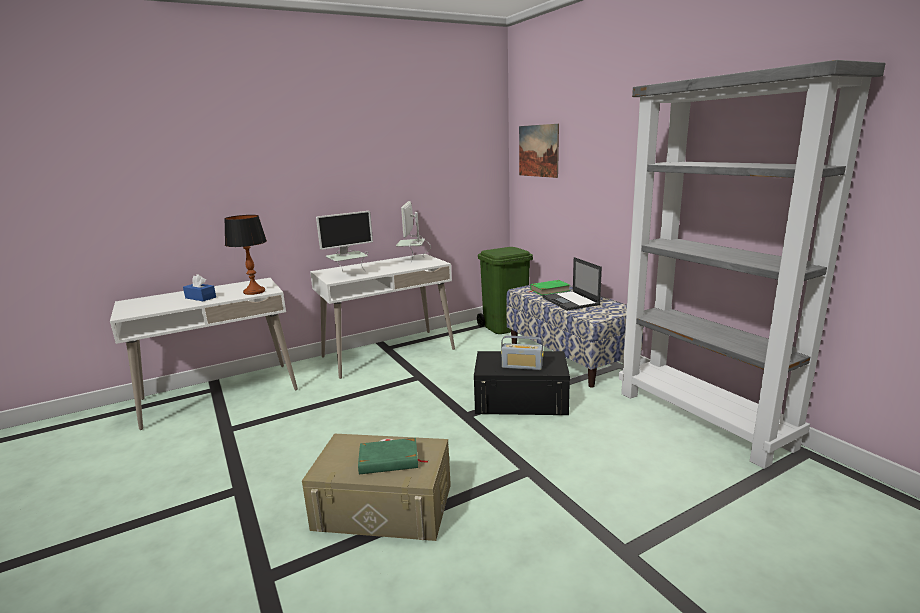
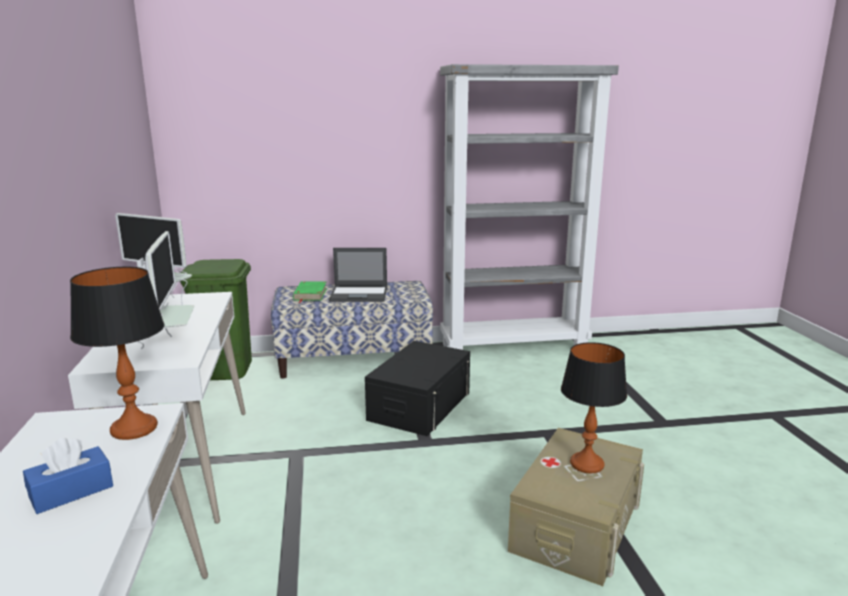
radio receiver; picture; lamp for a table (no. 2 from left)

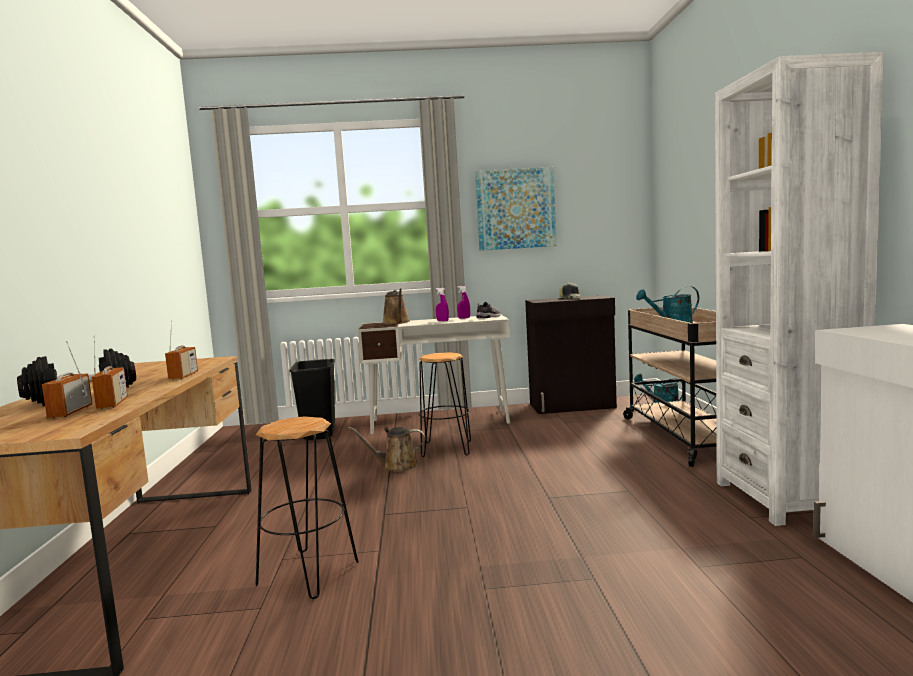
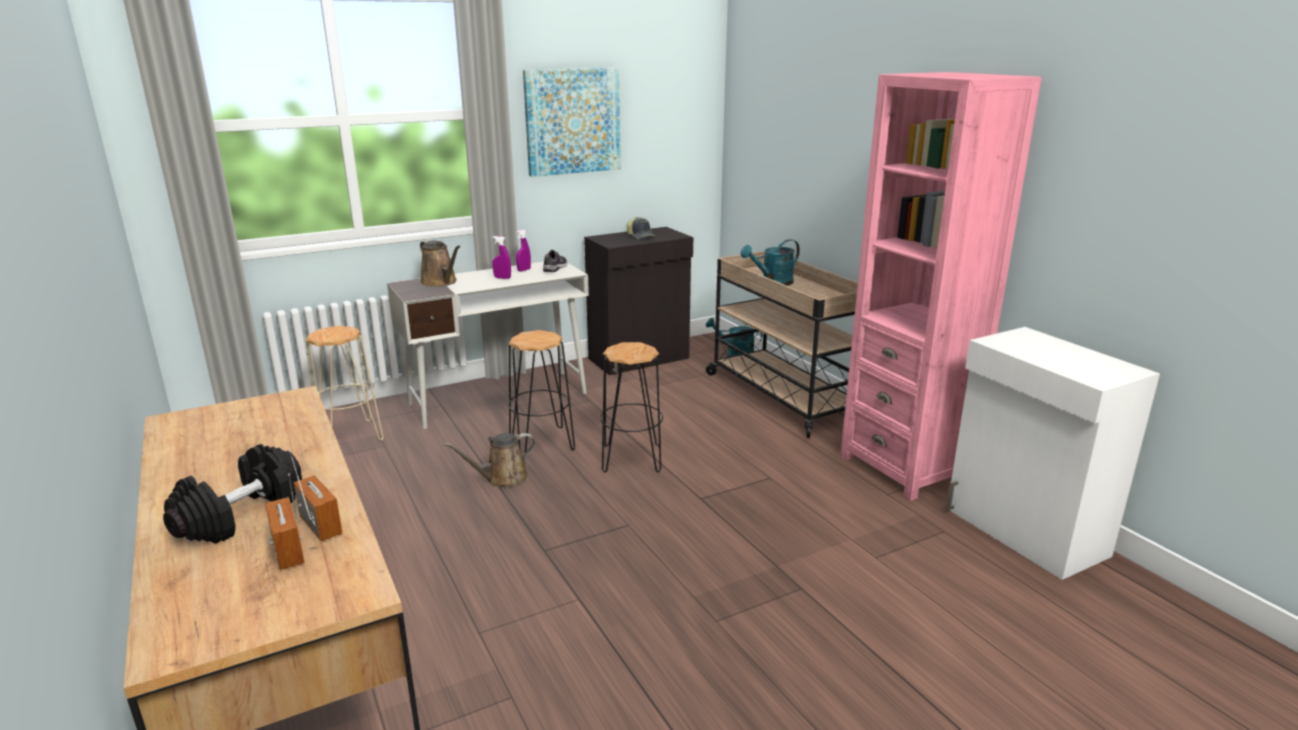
radio receiver (no. 3 from left in the first image); stool seat/black-coloured (no. 2 from left); stool seat/beige; bookcase/pink-coloured

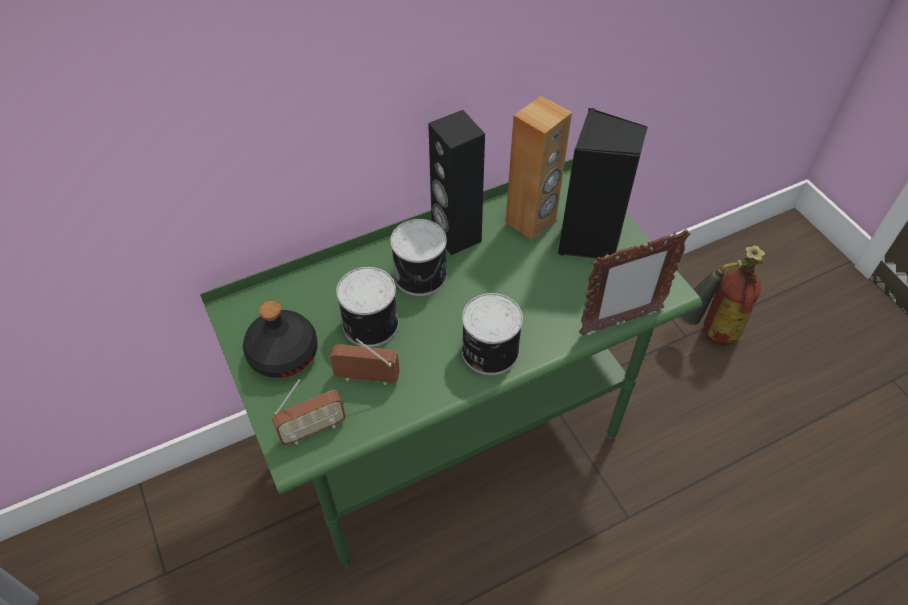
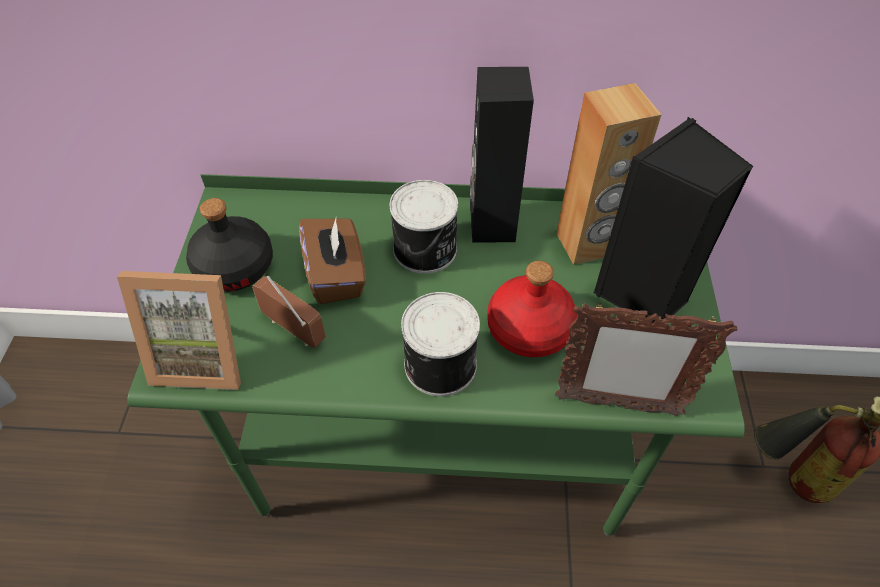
bottle/reddish; photo frame (no. 1 from left); tissue box/brown

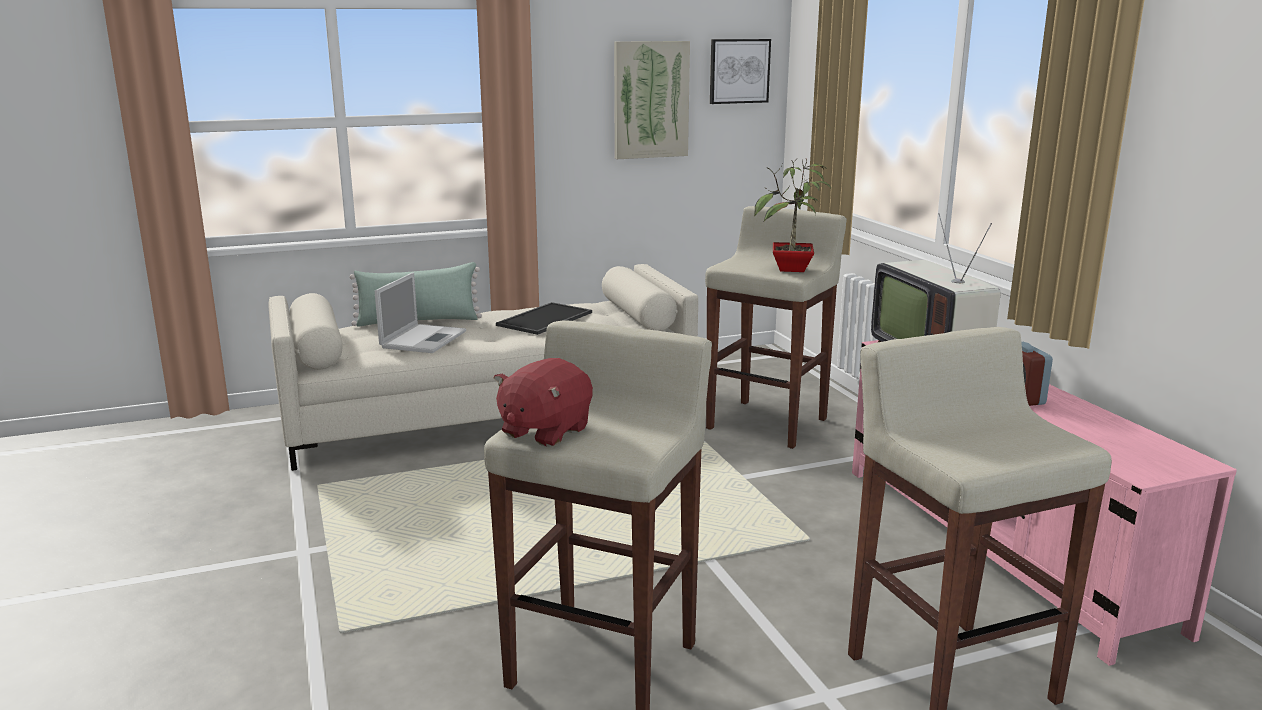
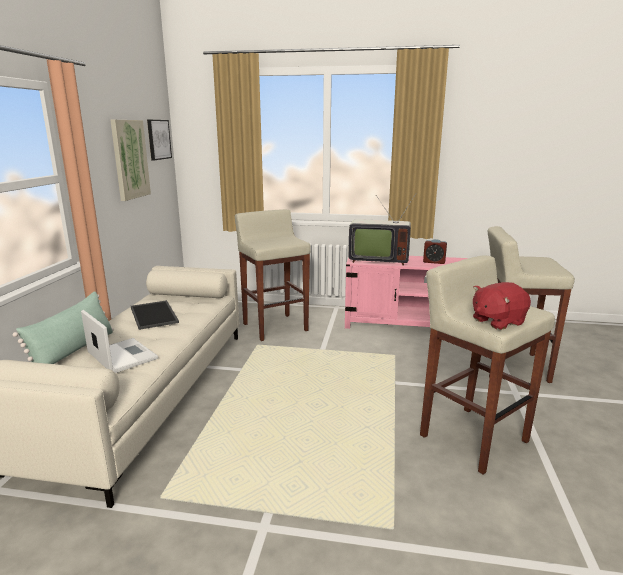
plant in a pot; soft toy/reddish

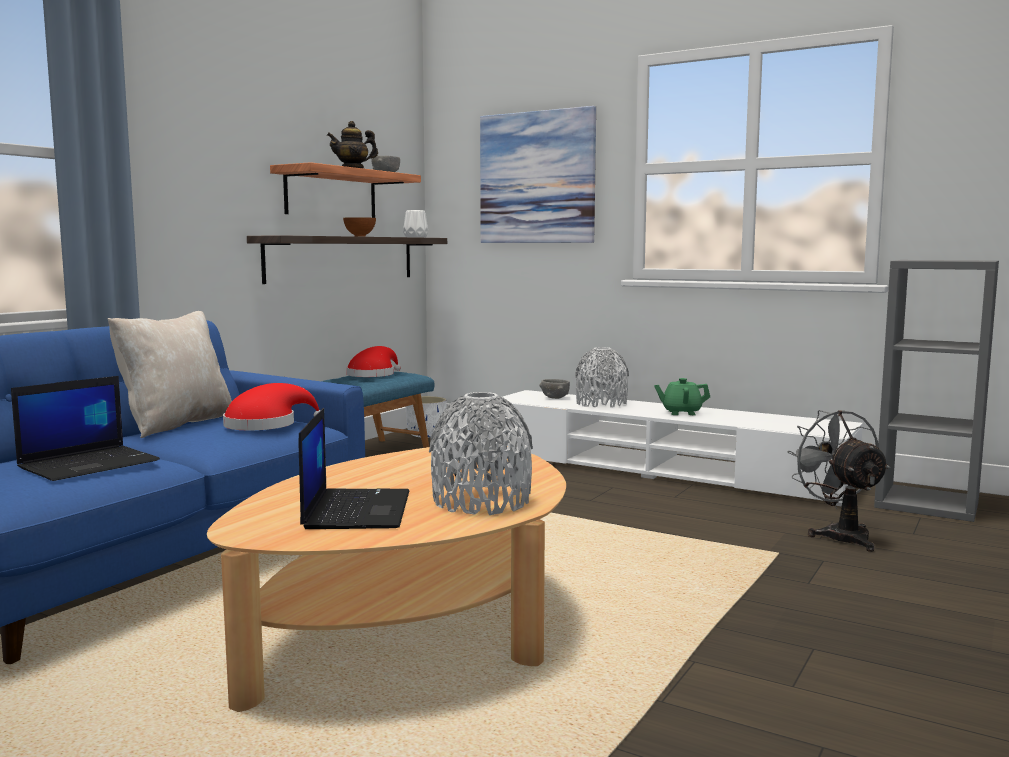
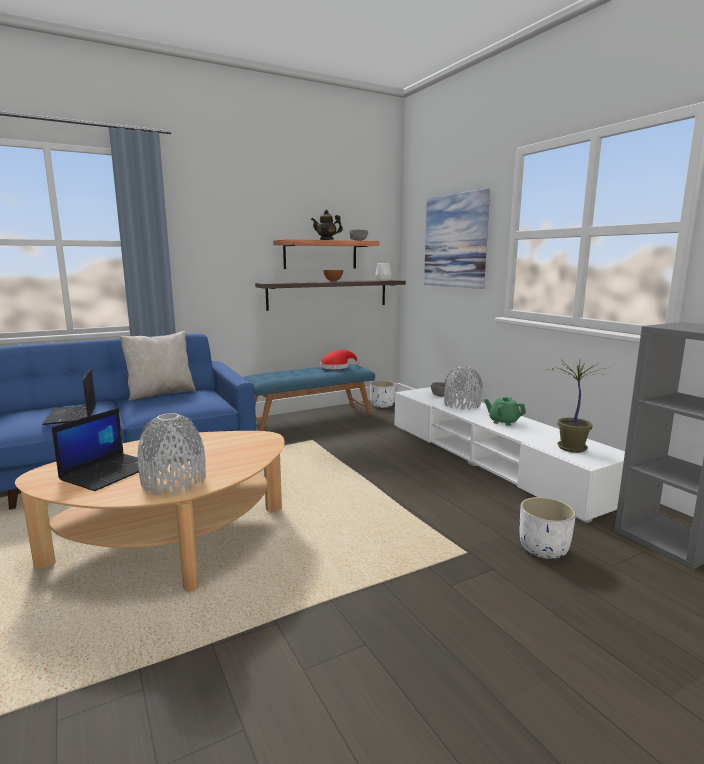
wearable hat/reddish (no. 1 from left in the first image); plant in a pot; plant pot/white-coloured (no. 2 from left); portable computer (no. 1 from left)

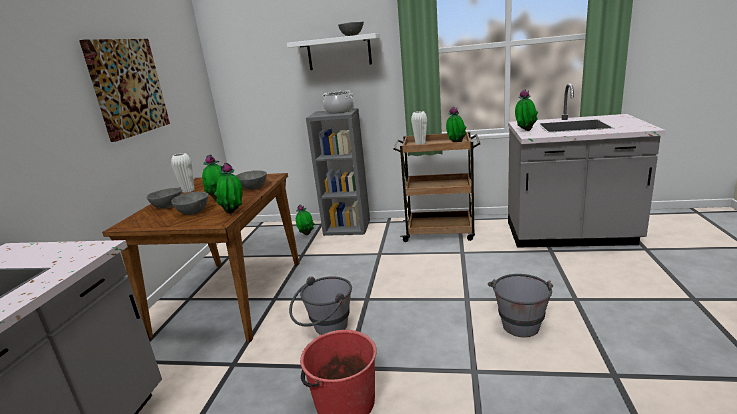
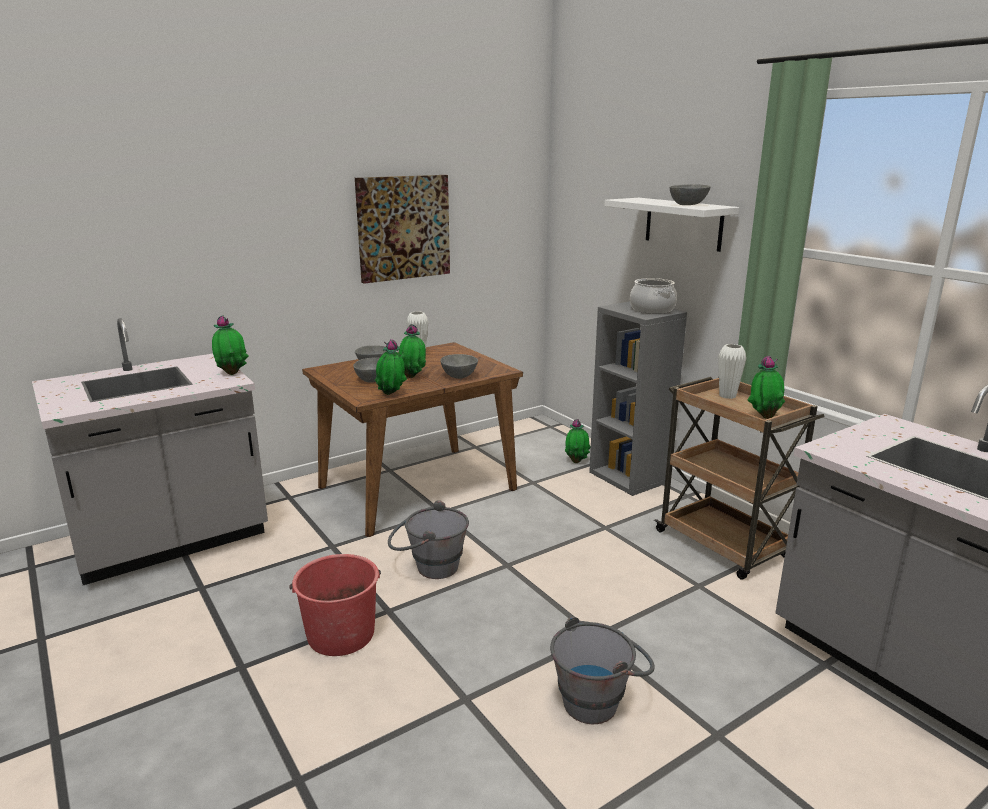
plant in a pot (no. 1 from left)

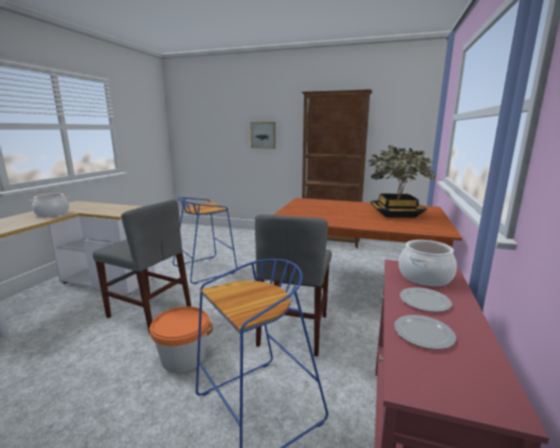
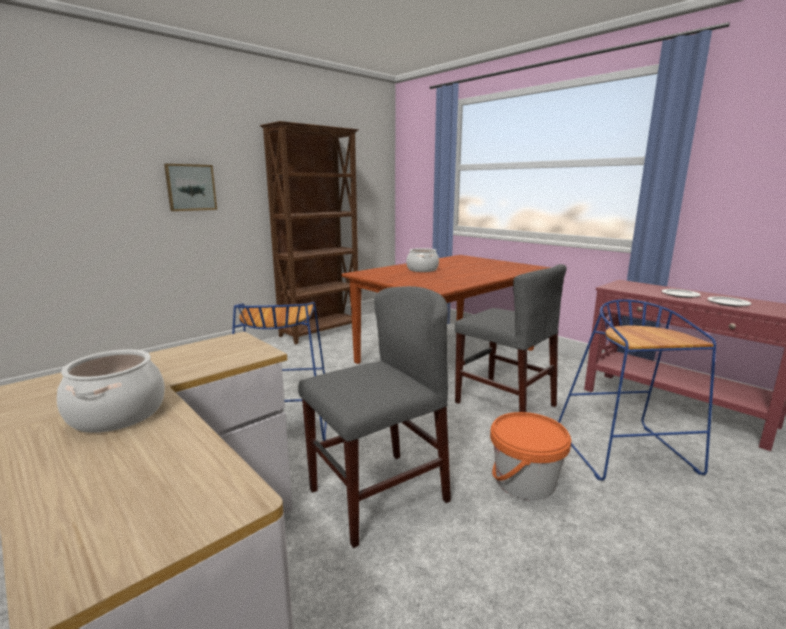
plant in a pot; cooking pot (no. 2 from left)

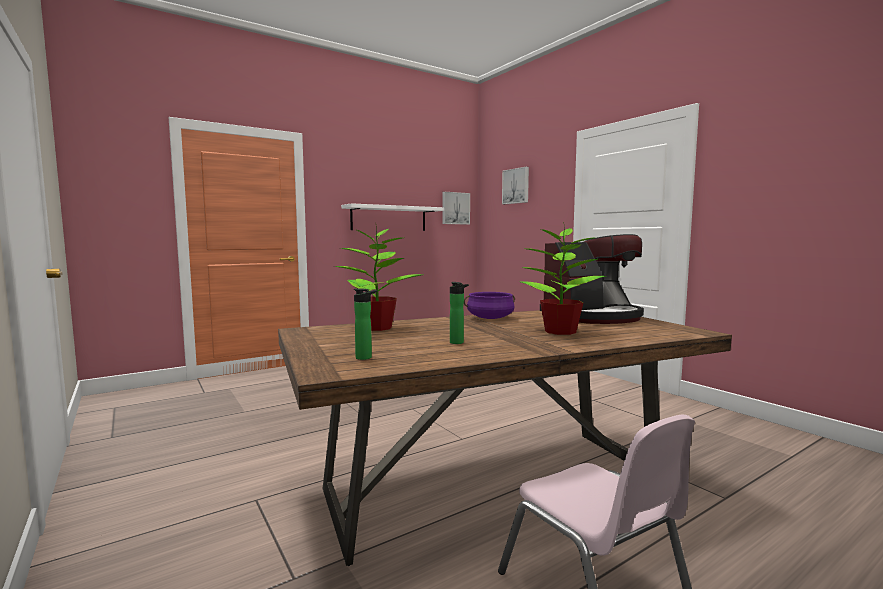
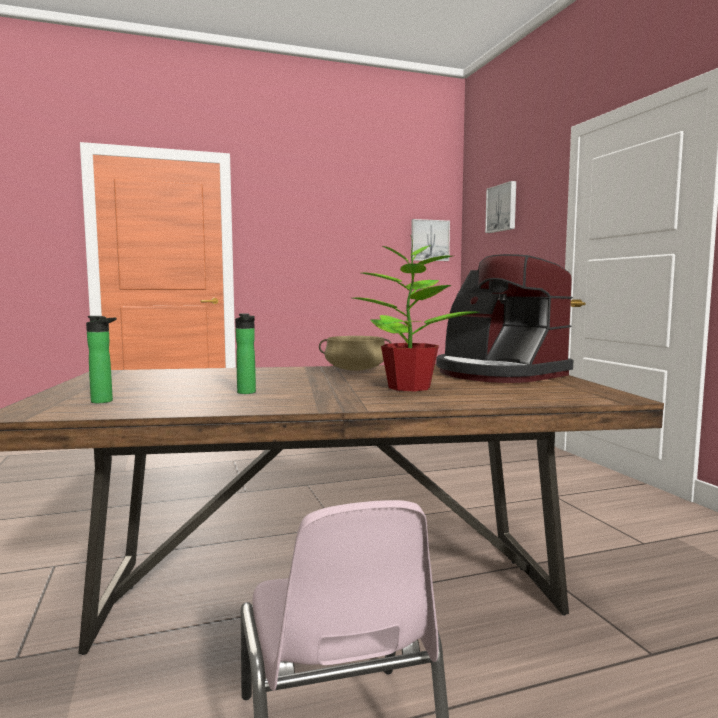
plant in a pot (no. 1 from left in the first image); bracket shelf/white-coloured; cooking pot/beige; coffee brewer

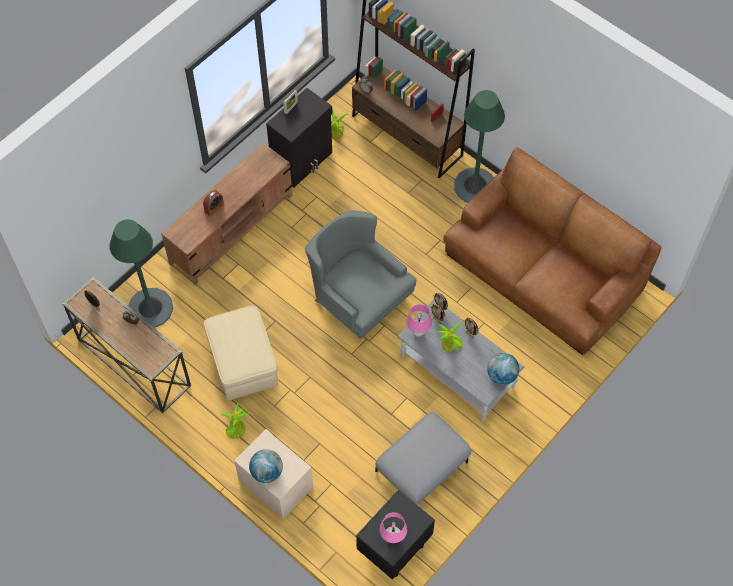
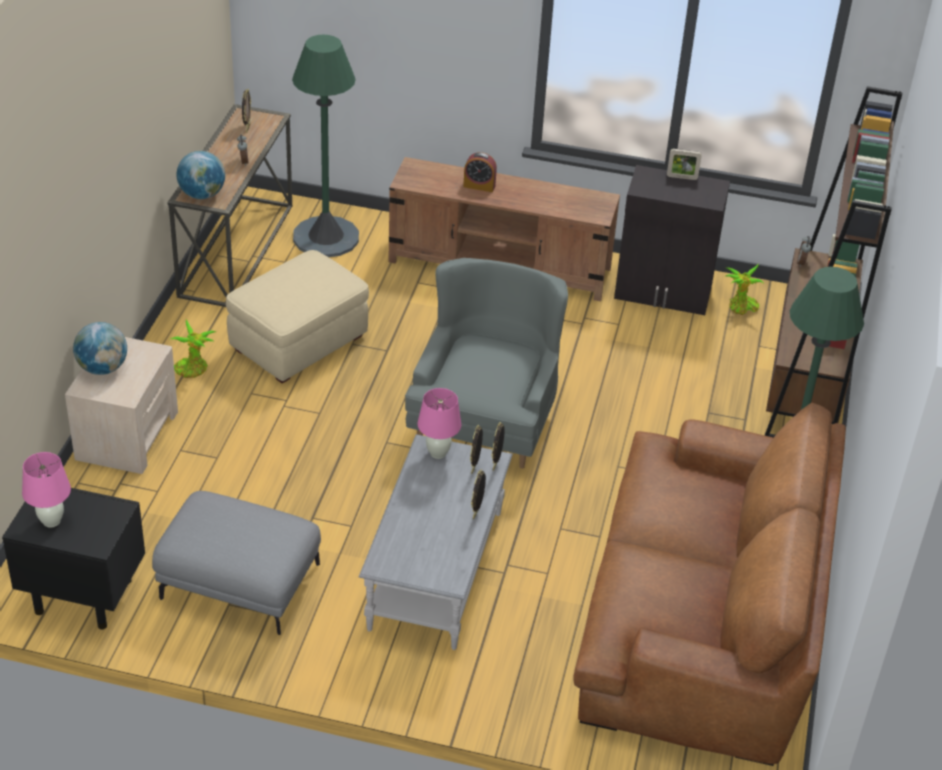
plant in a pot (no. 3 from left in the first image); desk globe (no. 2 from left)

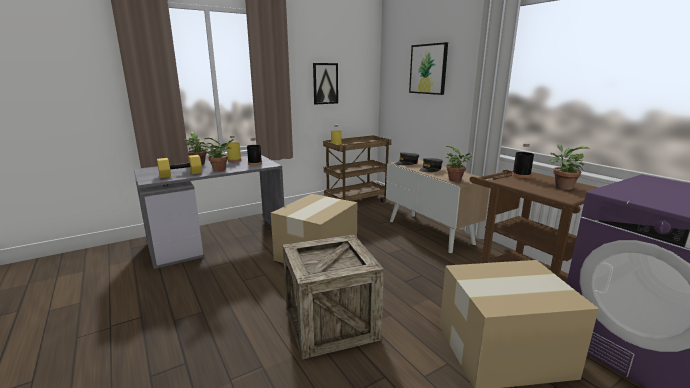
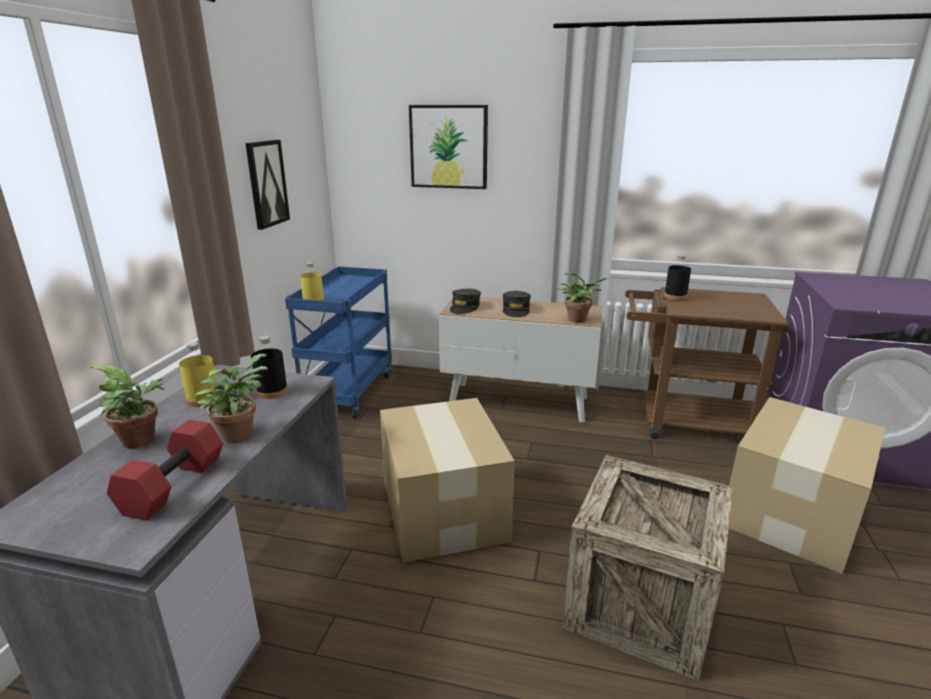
plant in a pot (no. 4 from left in the first image); dumbbell/reddish; cart/bluish

